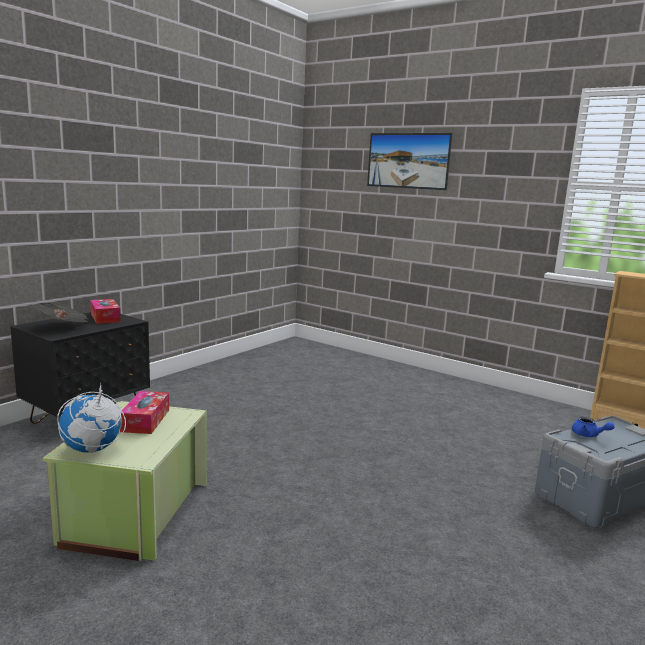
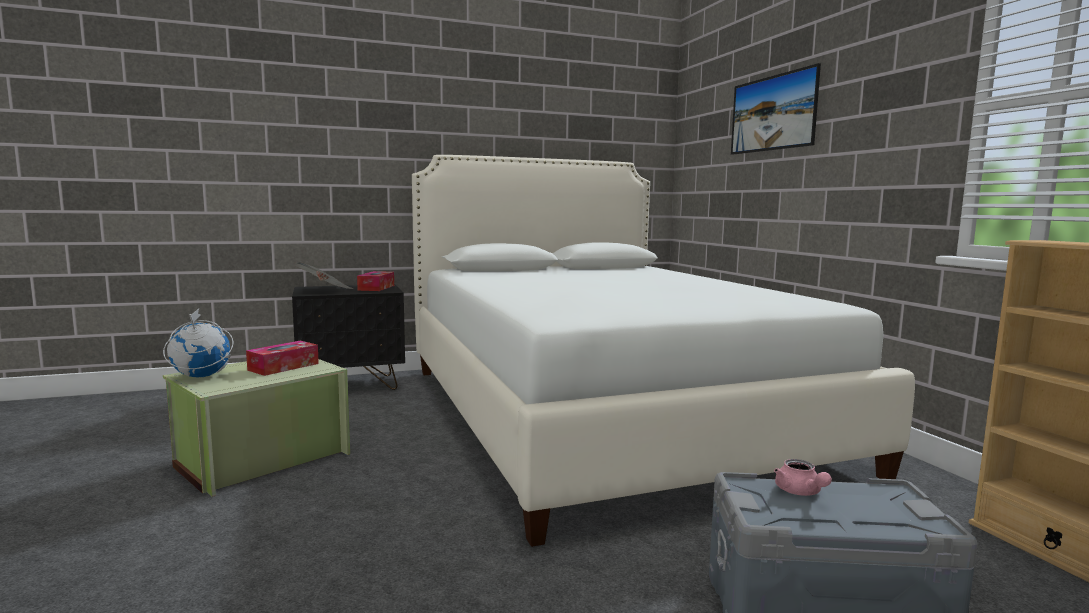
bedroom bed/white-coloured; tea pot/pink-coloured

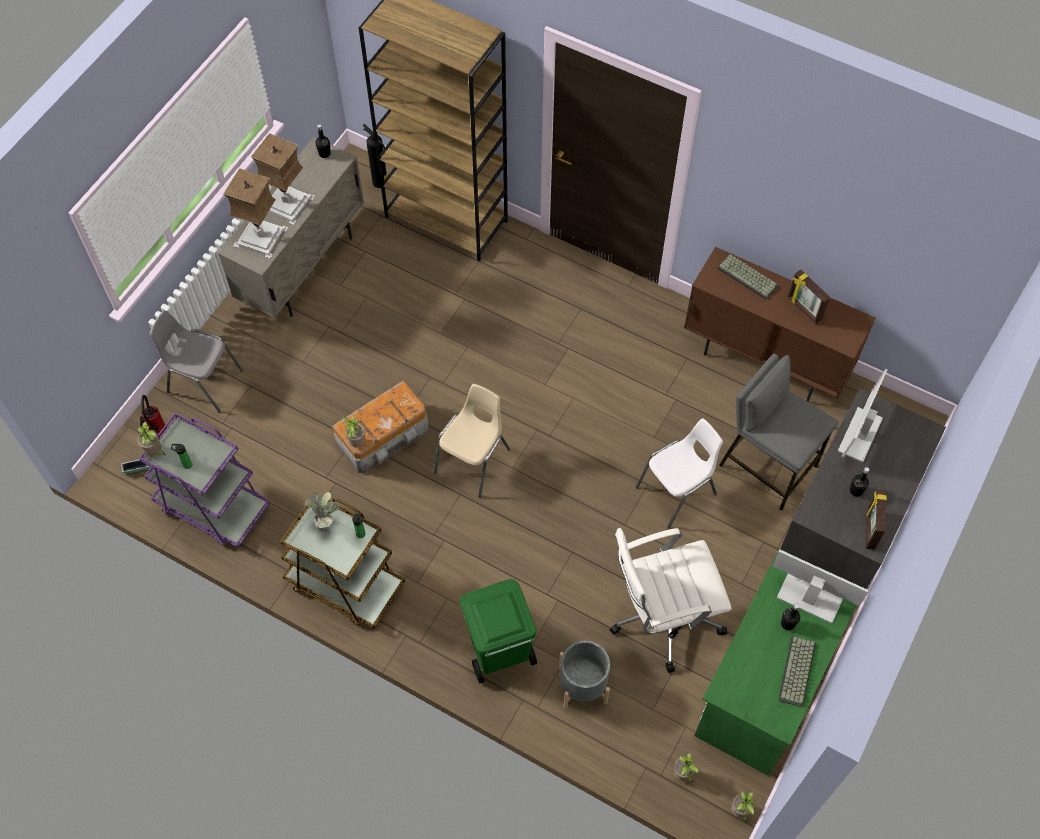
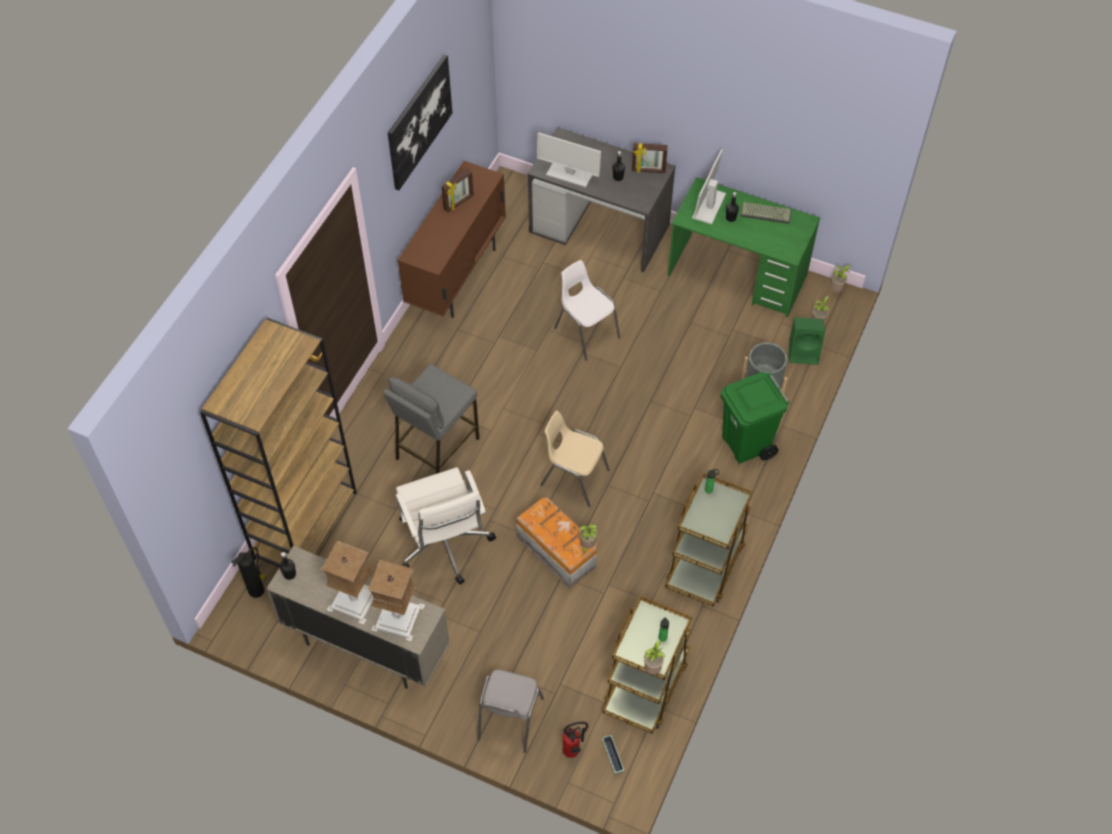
plant in a pot (no. 2 from left in the first image); computer keyboard (no. 1 from left in the first image); picture; speaker/greenish; desk chair/white-coloured; stool seat/grey; cart/brown (no. 1 from left)

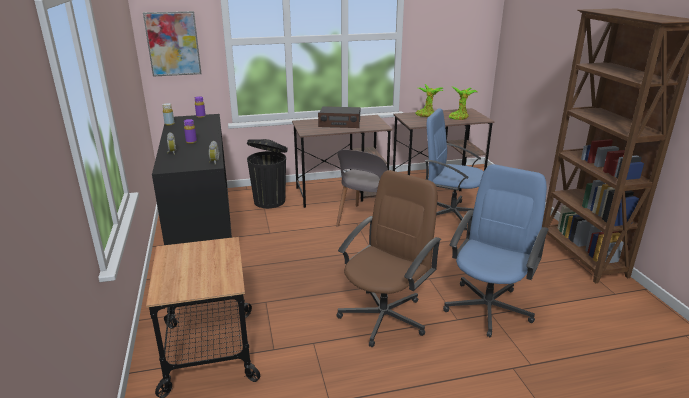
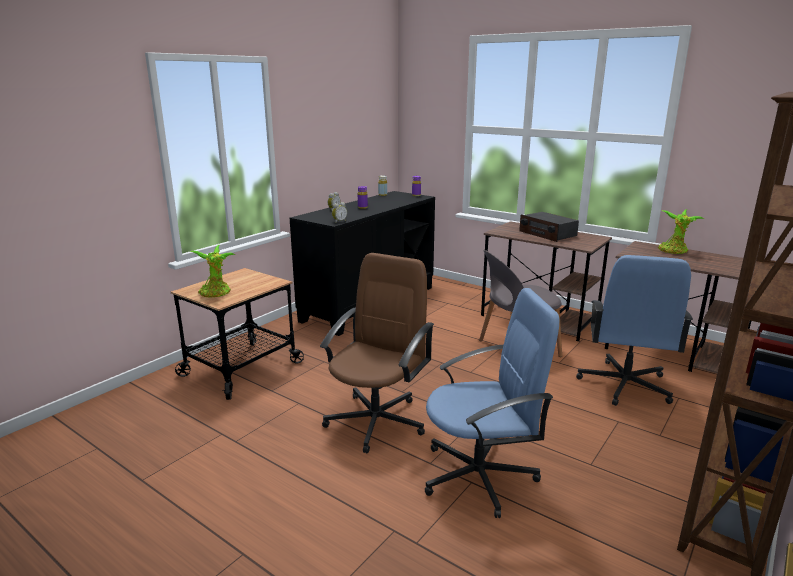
picture; waste bin/black-coloured; plant in a pot (no. 1 from left); desk chair/brown; desk chair/bluish (no. 2 from left)

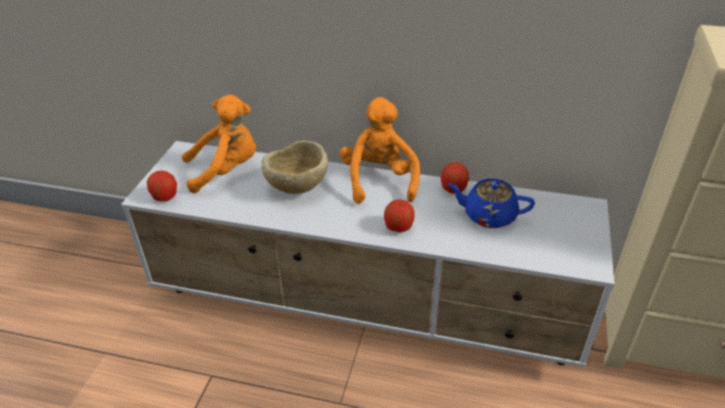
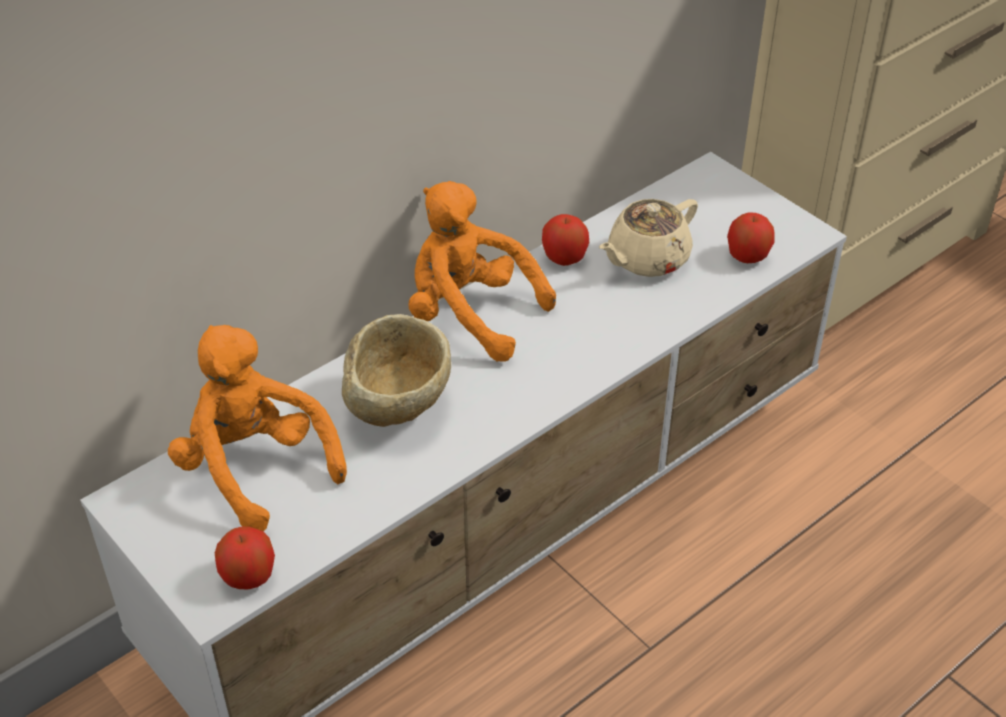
apple (no. 3 from left); tea pot/beige; soft toy/orange (no. 1 from left)

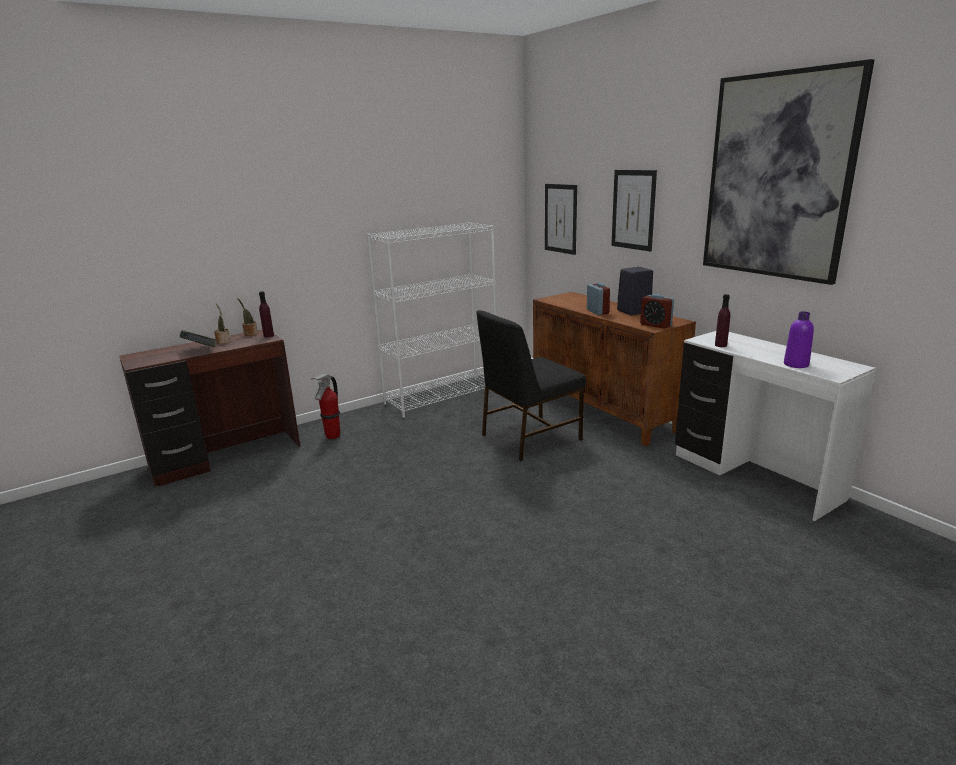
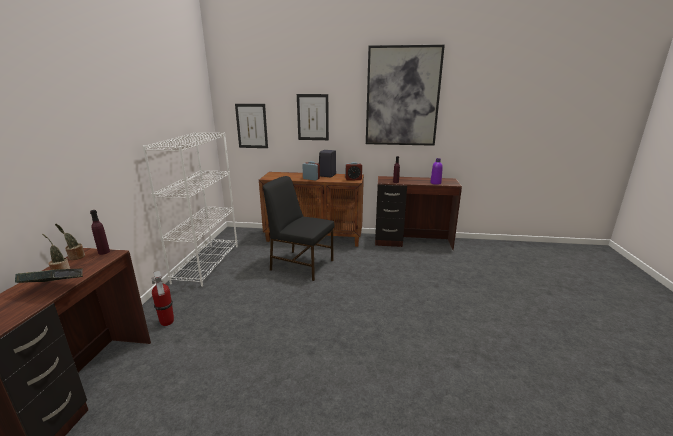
desk/brown (no. 2 from left); chair/black-coloured

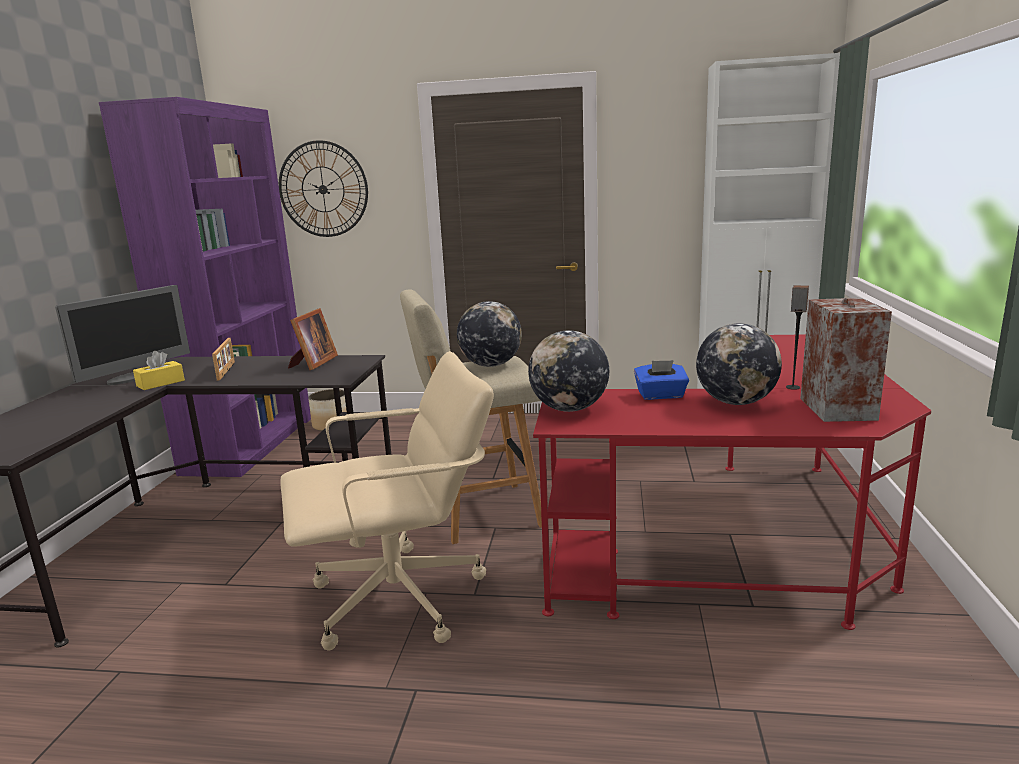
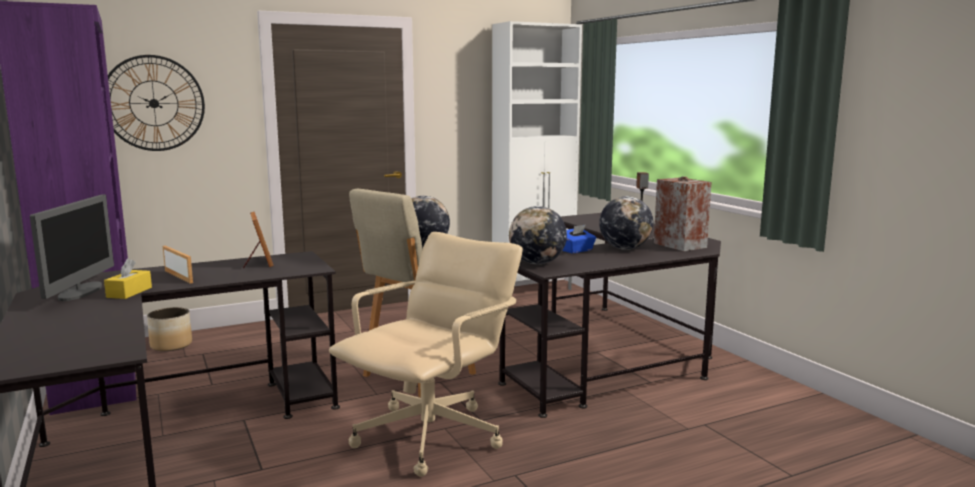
desk/black-coloured (no. 2 from left)

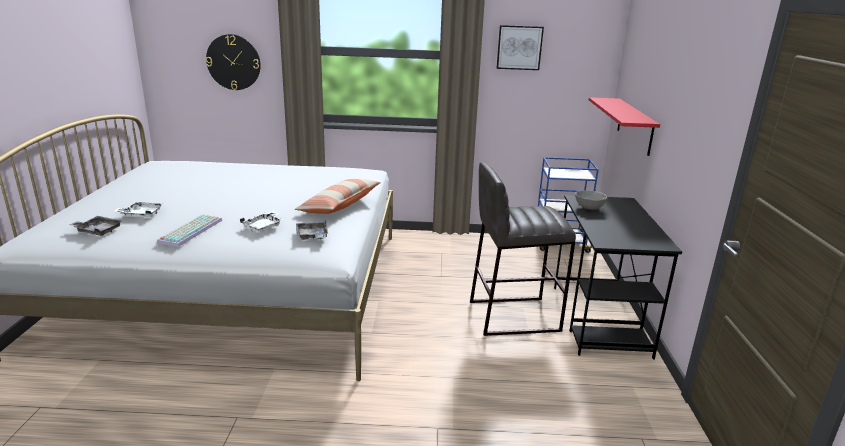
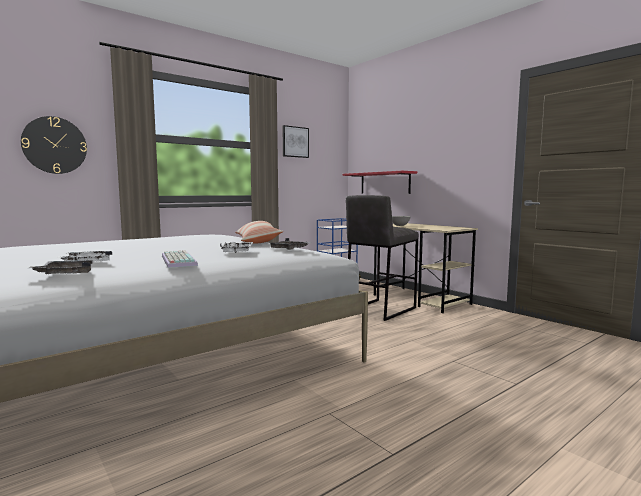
desk/beige

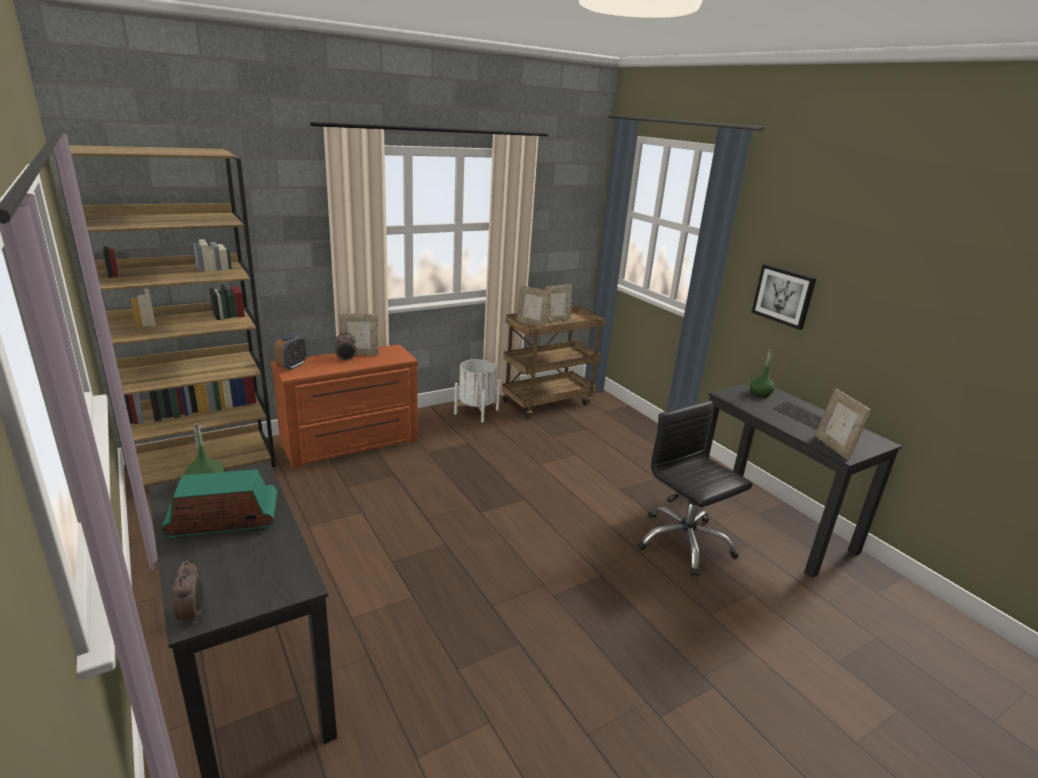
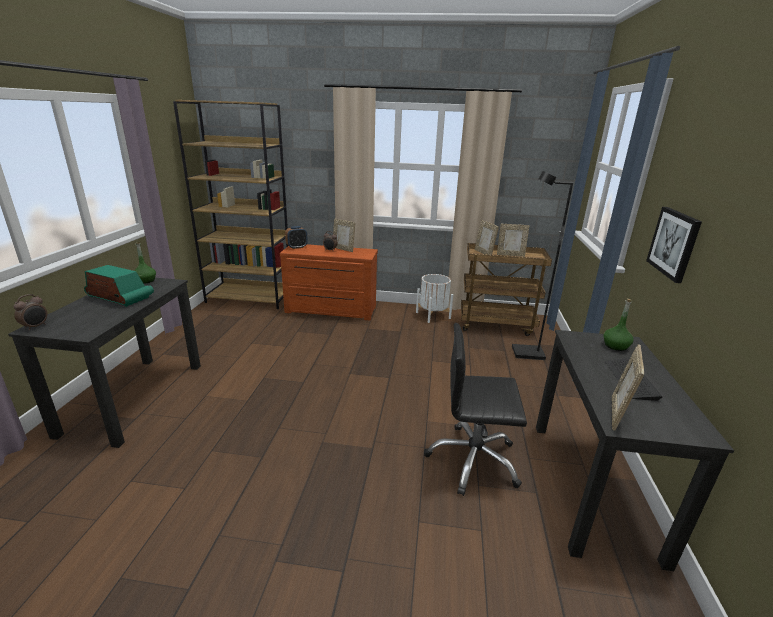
standing lamp/black-coloured; desk chair/black-coloured

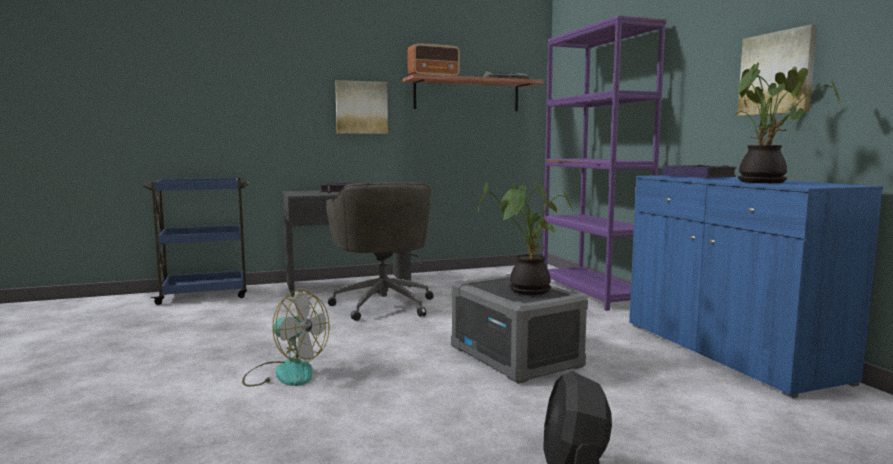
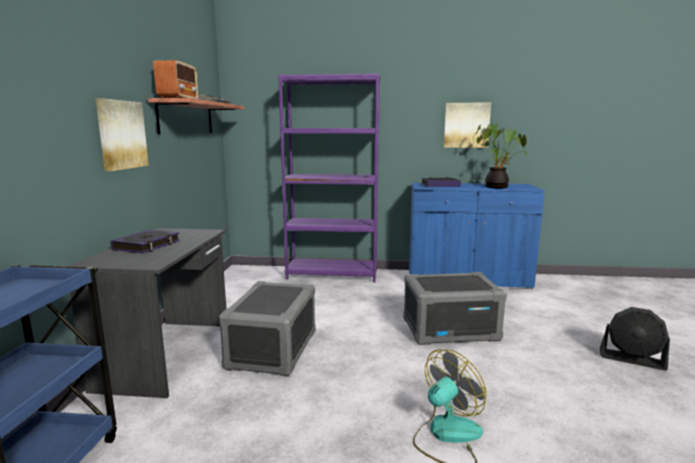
plant in a pot (no. 1 from left in the first image); storage box/grey (no. 1 from left)

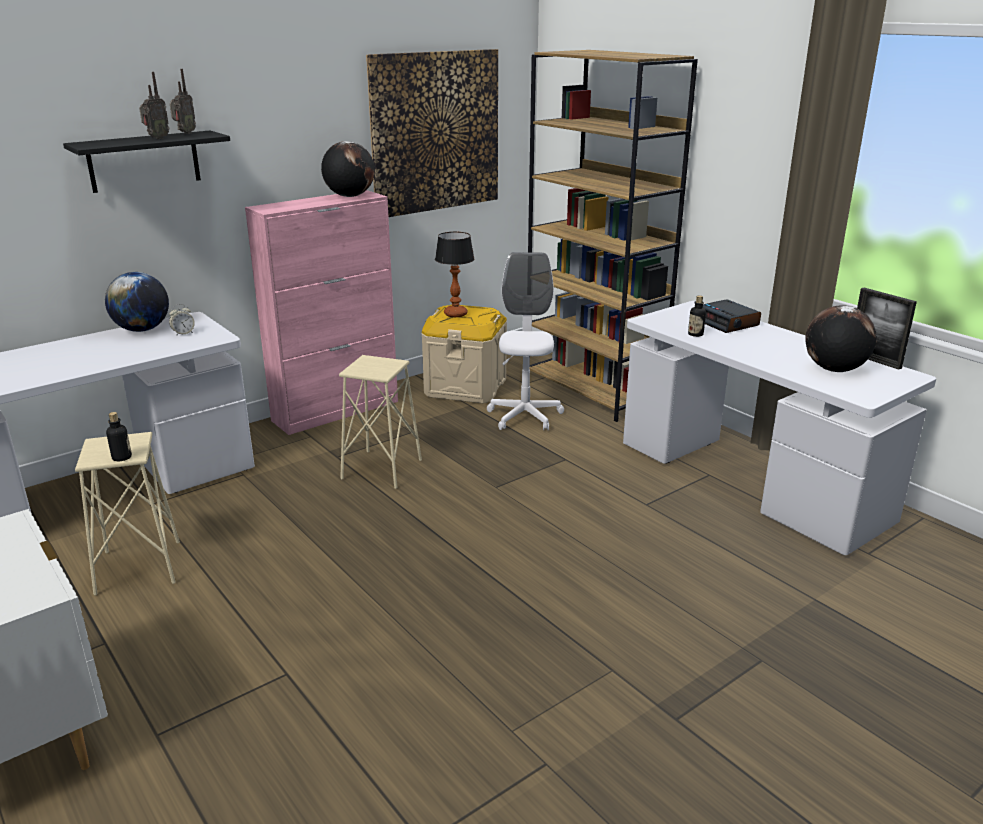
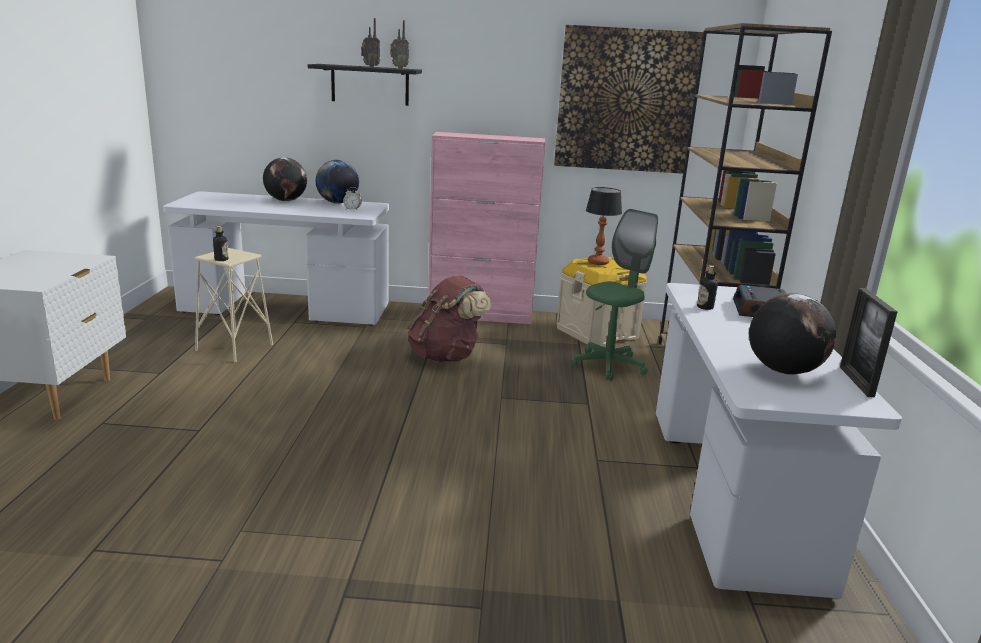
desk globe (no. 1 from left); knapsack/brown; desk chair/greenish

